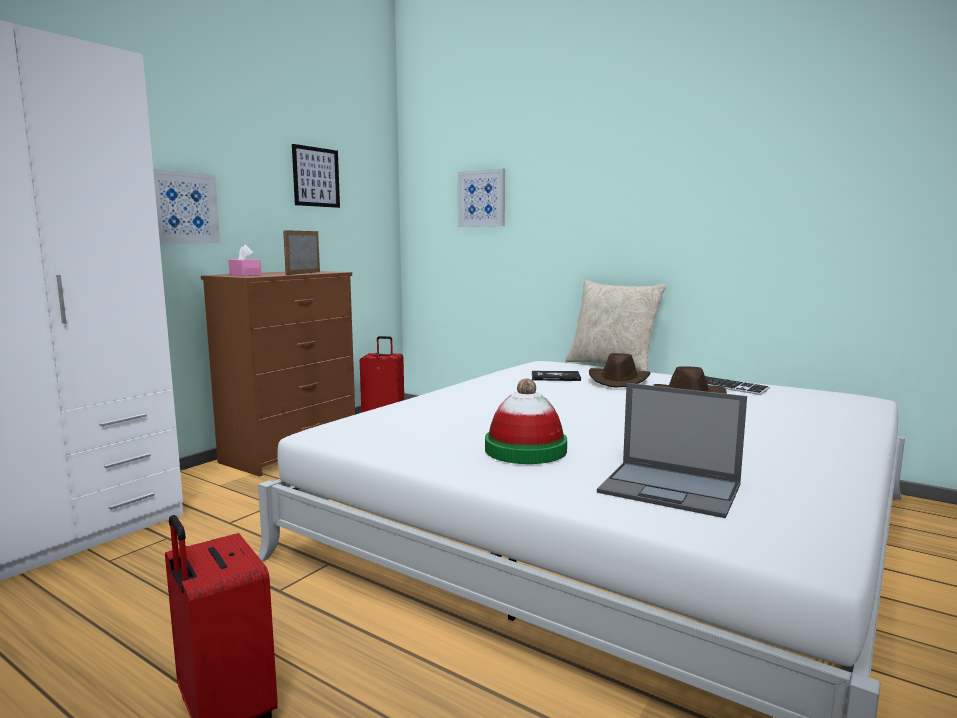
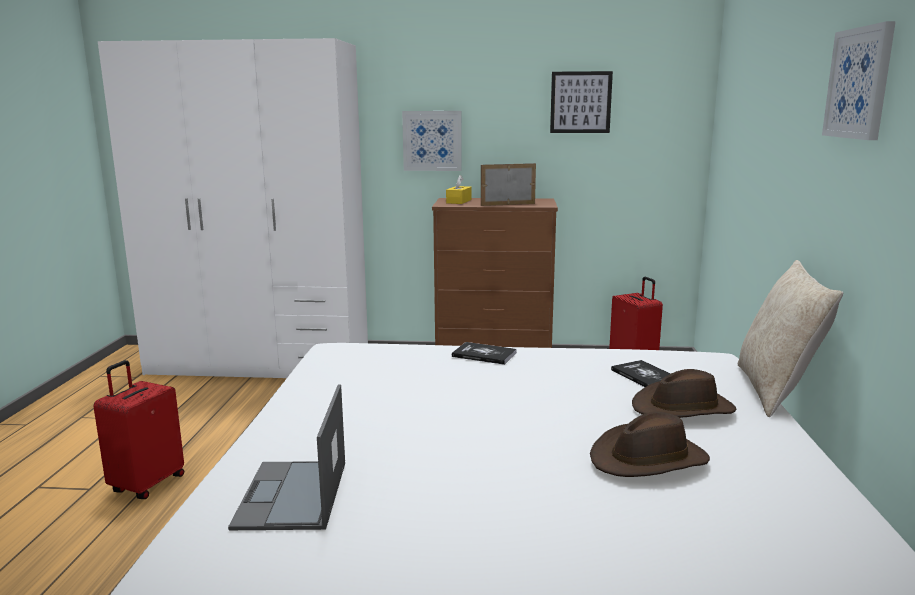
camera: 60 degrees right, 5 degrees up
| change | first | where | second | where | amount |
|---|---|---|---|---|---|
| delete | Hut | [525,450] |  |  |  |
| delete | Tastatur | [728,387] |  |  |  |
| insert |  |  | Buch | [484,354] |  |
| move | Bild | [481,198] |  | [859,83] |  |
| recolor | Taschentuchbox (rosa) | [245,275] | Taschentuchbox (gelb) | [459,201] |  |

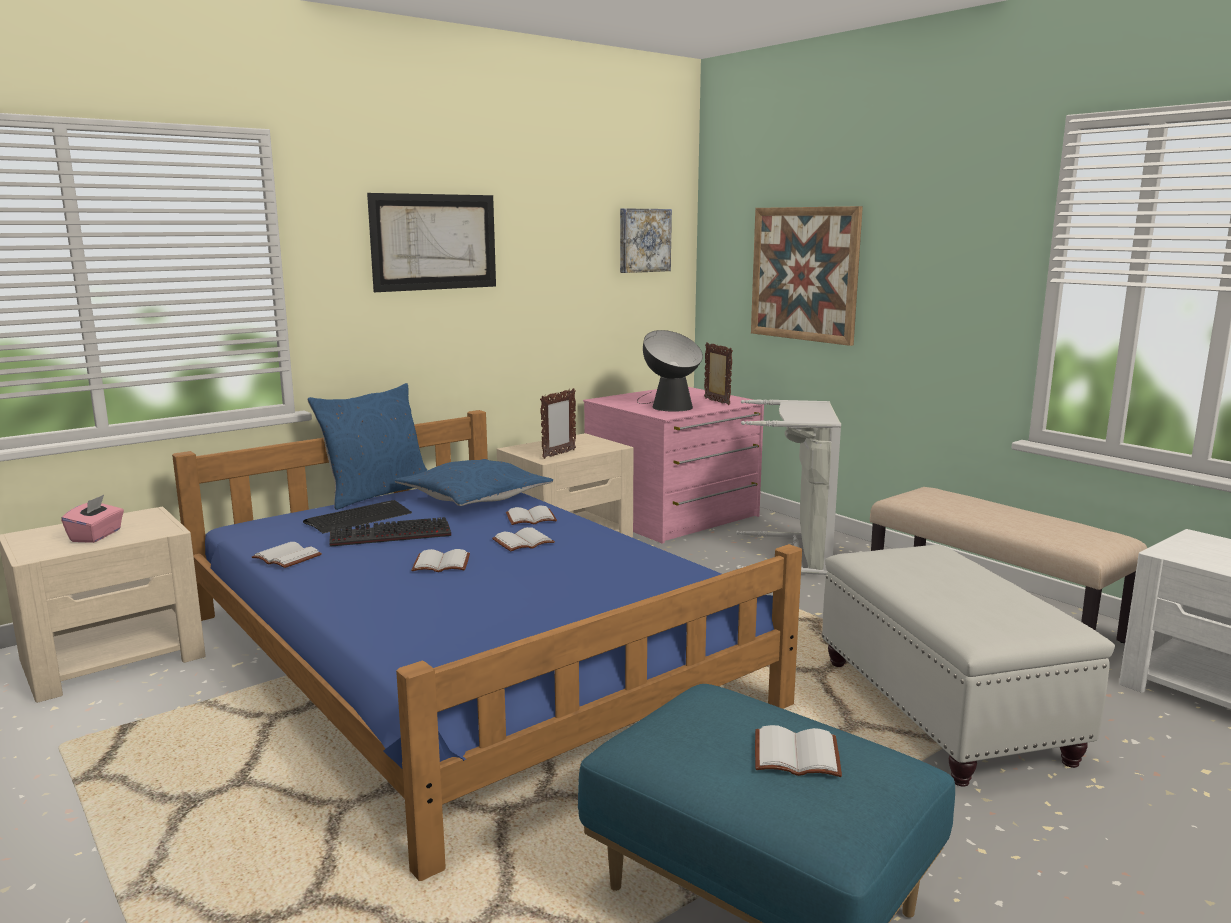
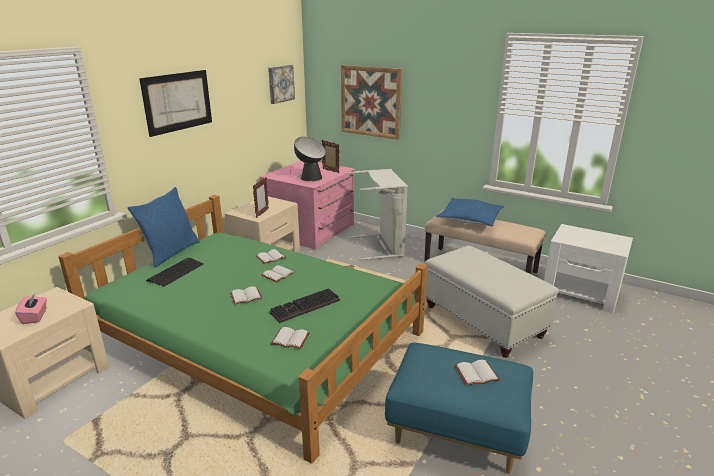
camera: 20 degrees left, 10 degrees up
| change | first | where | second | where | amount |
|---|---|---|---|---|---|
| move | Buch (weiß) | [285,558] |  | [289,340] |  |
| move | Tastatur | [388,536] |  | [305,308] |  |
| move | Kissen (blau) | [474,497] |  | [470,219] |  |
| recolor | Bett (blau) | [466,657] | Bett (grün) | [257,337] |  |

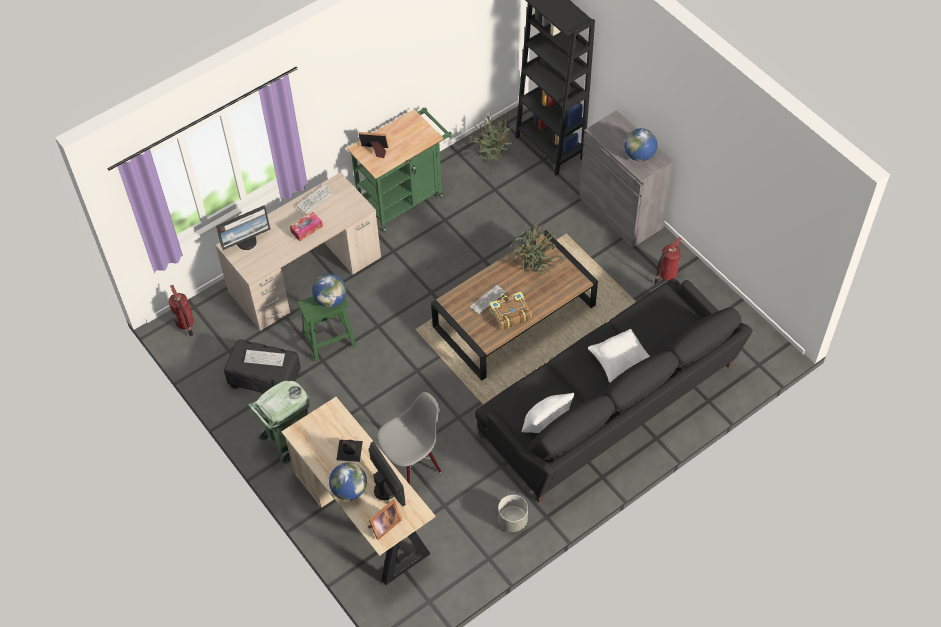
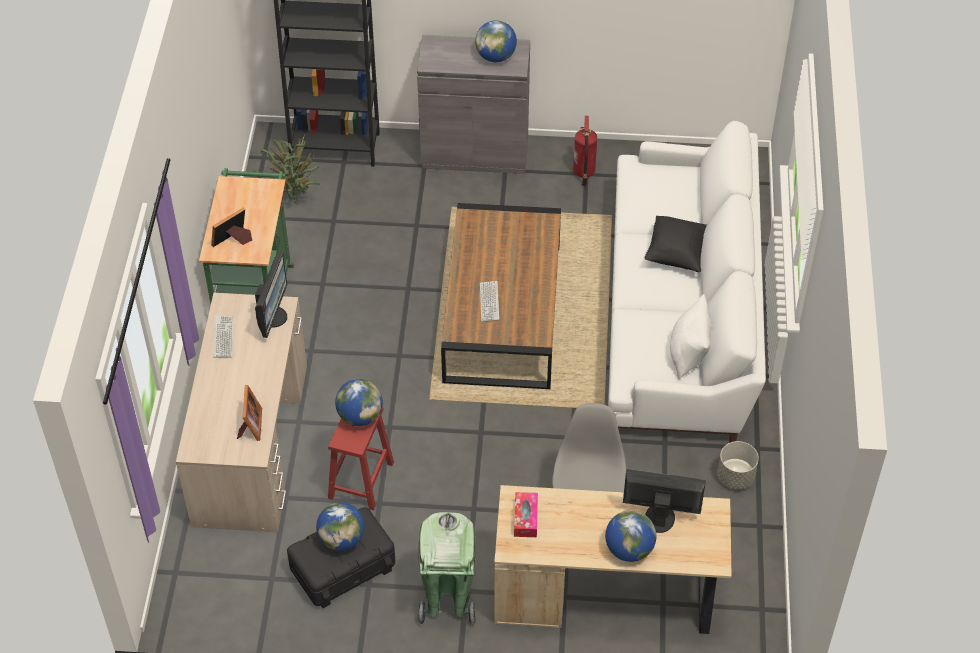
camera: 50 degrees left, 5 degrees down
| change | first | where | second | where | amount |
|---|---|---|---|---|---|
| delete | Feuerlöscher | [185,324] |  |  |  |
| delete | Flasche (schwarz) | [349,450] |  |  |  |
| delete | Buch | [510,314] |  |  |  |
| delete | Topfpflanze | [534,271] |  |  |  |
| move | Monitor | [247,241] |  | [273,316] |  |
| move | Taschentuchbox | [306,229] |  | [525,518] |  |
| move | Bilderrahmen | [383,525] |  | [250,426] |  |
| replace | Tastatur | [264,358] | Globus | [341,539] |  |
| recolor | Hocker (grün) | [328,341] | Hocker (rot) | [361,481] |  |
| recolor | Sofa (schwarz) | [610,403] | Sofa (weiß) | [680,312] |  |
| recolor | Kissen (weiß) | [619,362] | Kissen (schwarz) | [676,254] |  |

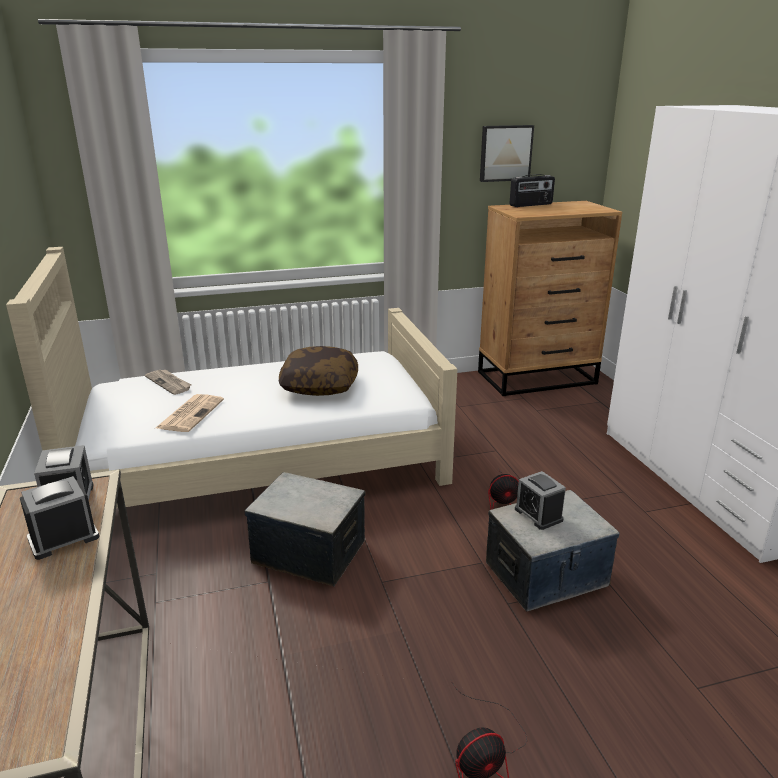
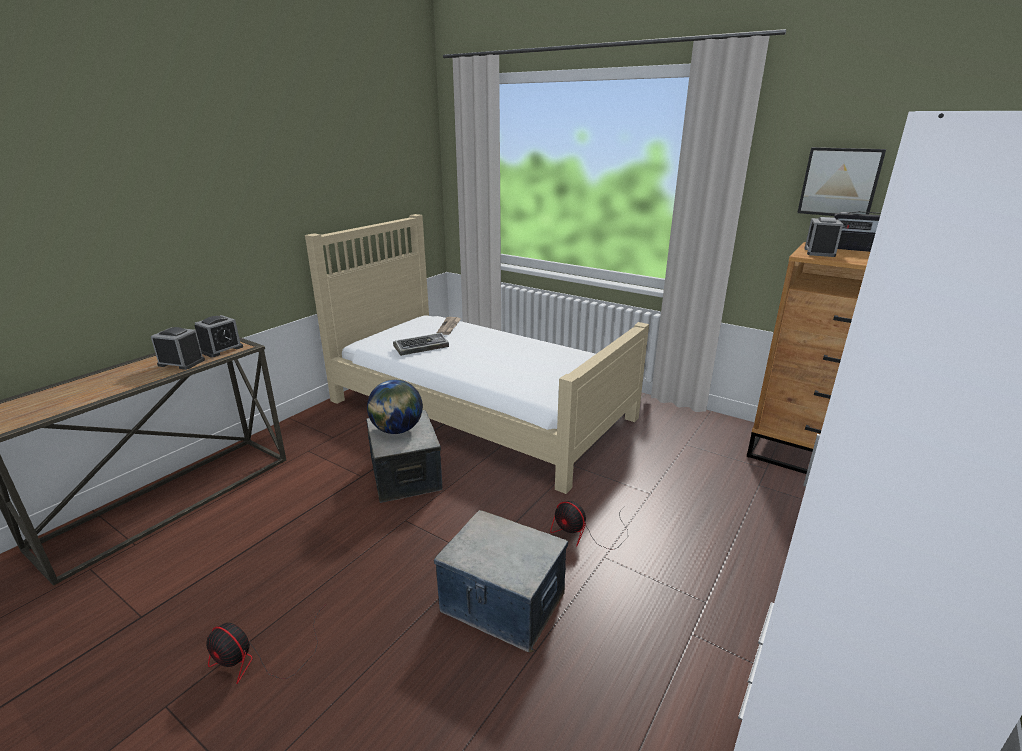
camera: 50 degrees right, 0 degrees up
| change | first | where | second | where | amount |
|---|---|---|---|---|---|
| delete | Kissen | [319,385] |  |  |  |
| insert |  |  | Globus | [397,430] |  |
| move | Wecker | [538,514] |  | [819,252] |  |
| replace | Zeitung | [190,413] | Tastatur | [422,347] |  |

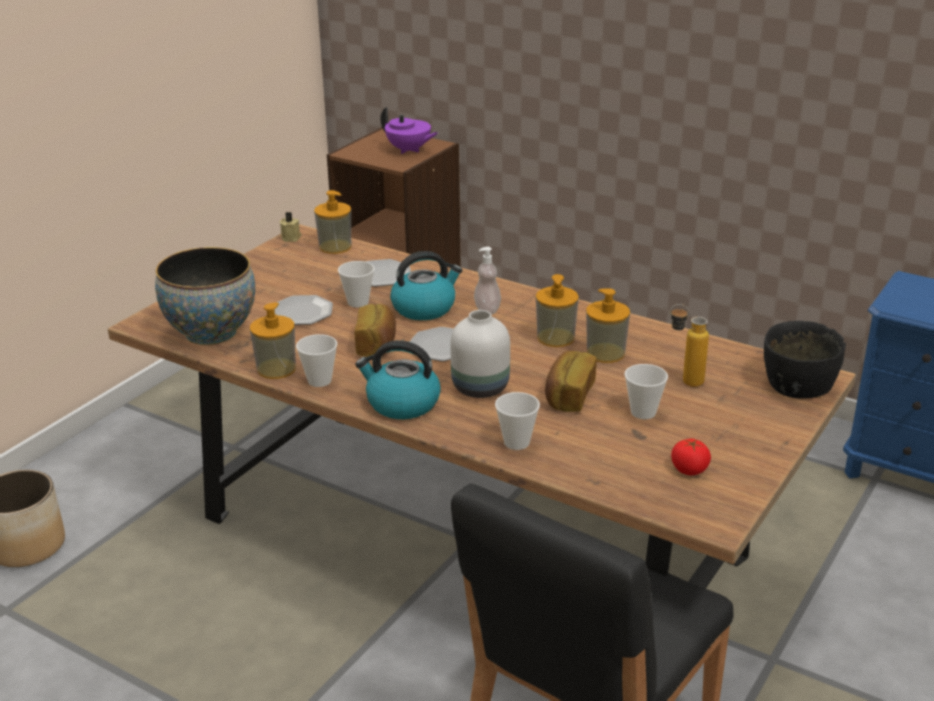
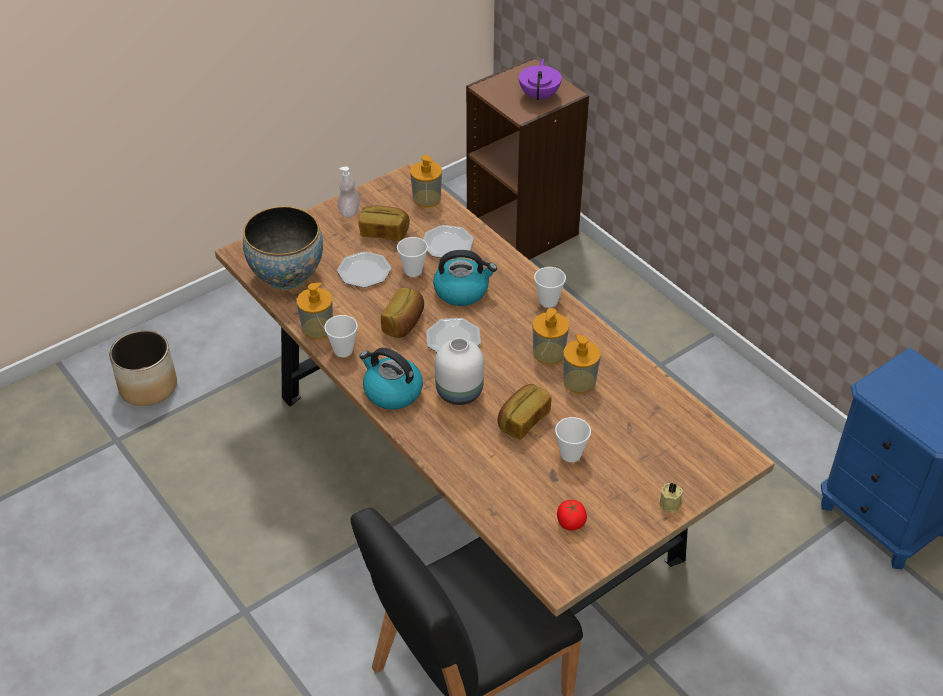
camera: 20 degrees right, 15 degrees up
| change | first | where | second | where | amount |
|---|---|---|---|---|---|
| delete | Flasche | [684,381] |  |  |  |
| delete | Schüssel (schwarz) | [797,384] |  |  |  |
| insert |  |  | Brot | [384,232] |  |
| move | Kerze (beige) | [291,237] |  | [671,504] |  |
| move | Seifenspender | [487,310] |  | [349,211] |  |
| move | Tasse | [516,442] |  | [548,301] |  |
| rotate | Teekanne (lila) | [409,150] |  | [539,96] | 135 degrees counterclockwise |

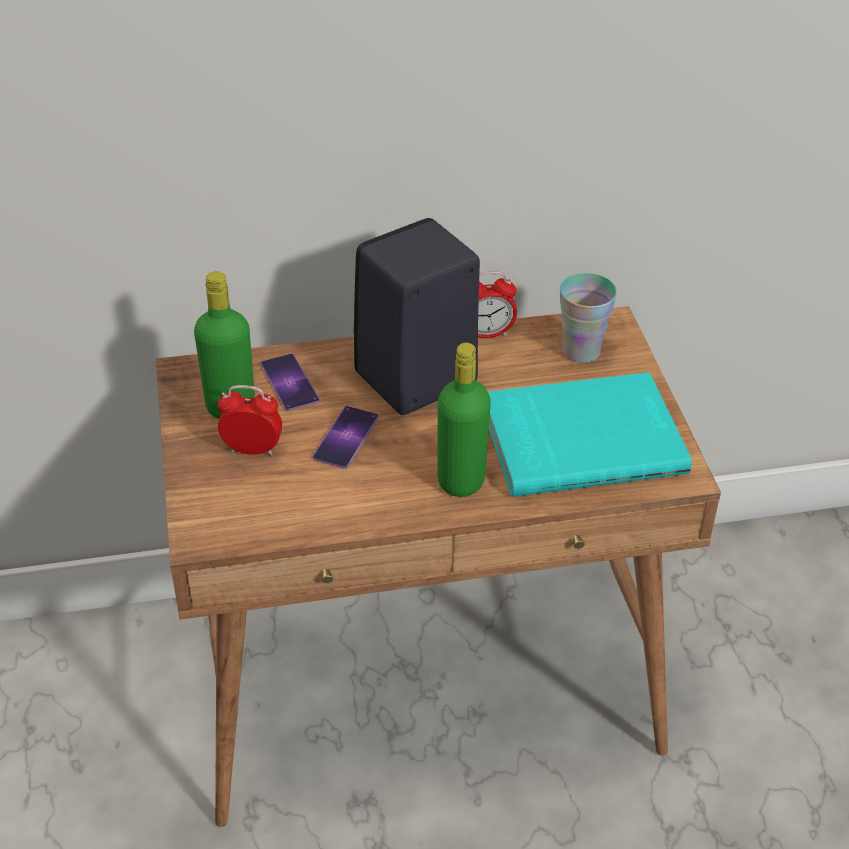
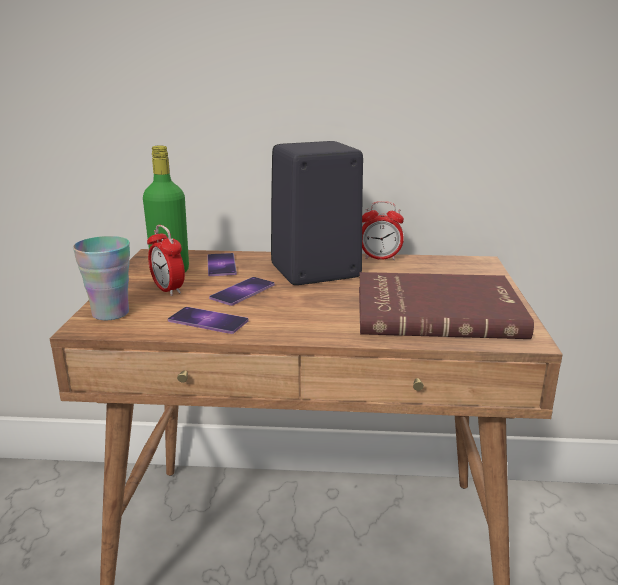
camera: 15 degrees right, 20 degrees down
| change | first | where | second | where | amount |
|---|---|---|---|---|---|
| delete | Flasche (grün) | [461,481] |  |  |  |
| insert |  |  | Handy | [208,320] |  |
| move | Tasse | [581,351] |  | [110,313] |  |
| recolor | Buch (türkis) | [581,438] | Buch (rot) | [436,310] |  |
| rotate | Wecker | [252,449] |  | [168,290] | 150 degrees counterclockwise |

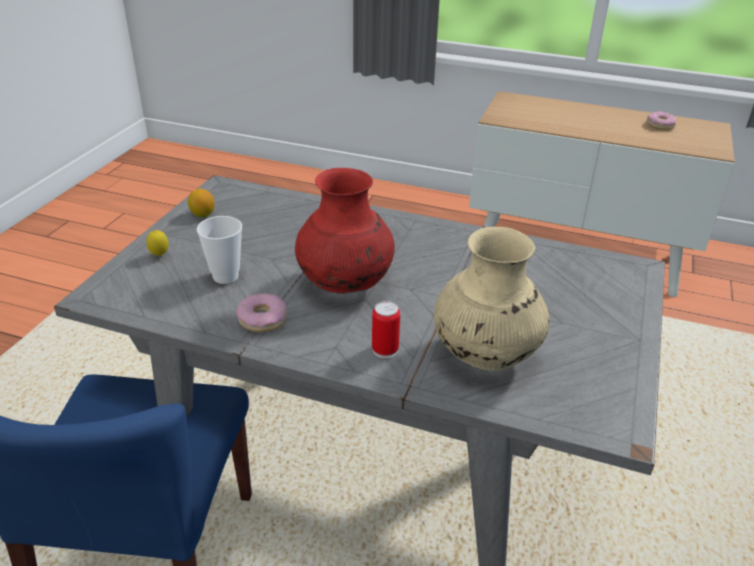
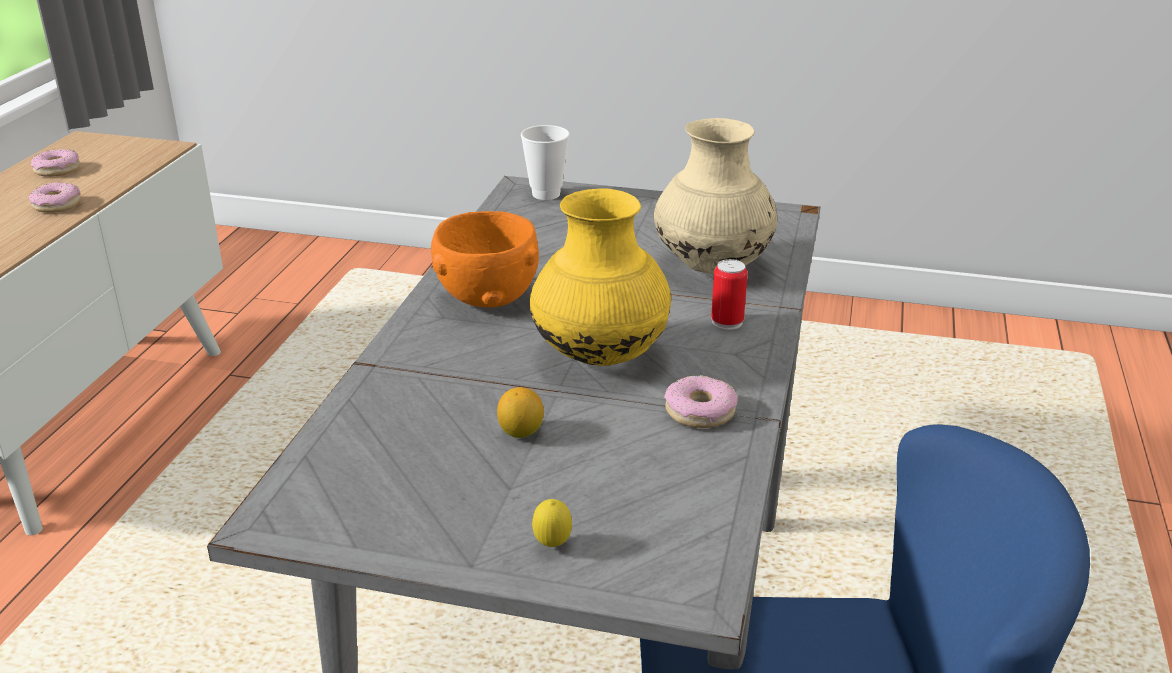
camera: 95 degrees left, 5 degrees down
| change | first | where | second | where | amount |
|---|---|---|---|---|---|
| insert |  |  | Donut | [57,205] |  |
| insert |  |  | Schüssel (orange) | [487,298] |  |
| move | Zitrone | [202,214] |  | [521,432] |  |
| move | Tasse | [225,276] |  | [546,194] |  |
| recolor | Vase (rot) | [345,285] | Vase (gelb) | [600,356] |  |

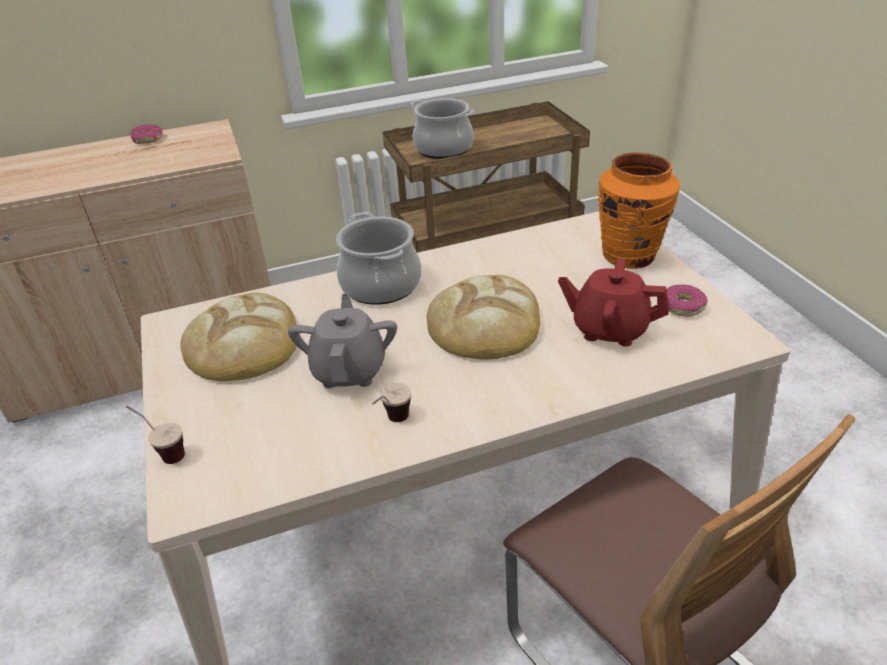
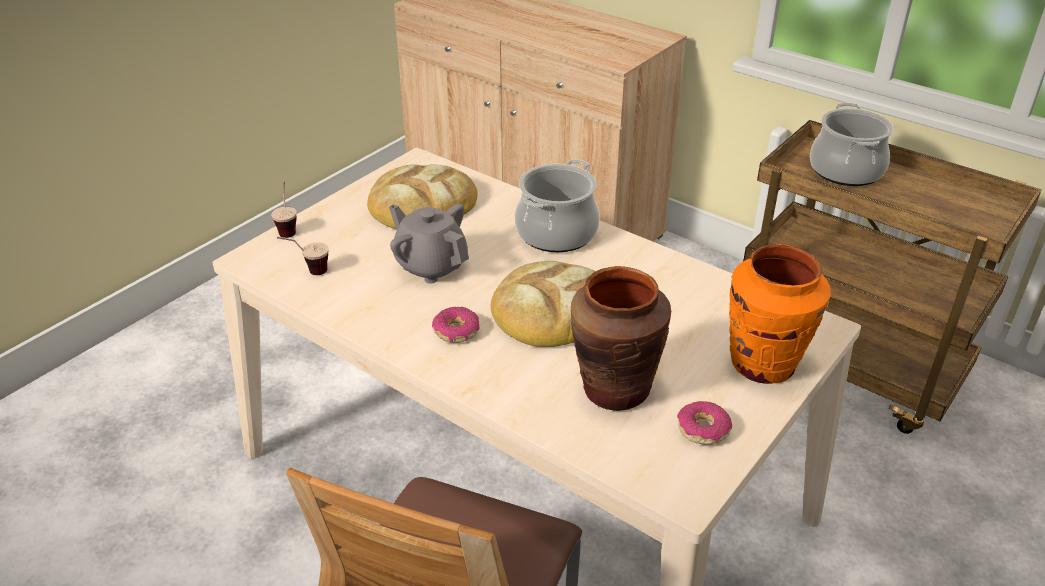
camera: 55 degrees right, 0 degrees up
| change | first | where | second | where | amount |
|---|---|---|---|---|---|
| move | Donut | [148,139] |  | [456,331] |  |
| move | Tasse | [392,424] |  | [307,271] |  |
| replace | Teekanne (rot) | [609,329] | Vase (braun) | [614,389] |  |
| rotate | Teekanne (grau) | [349,370] |  | [431,266] | 105 degrees counterclockwise |

